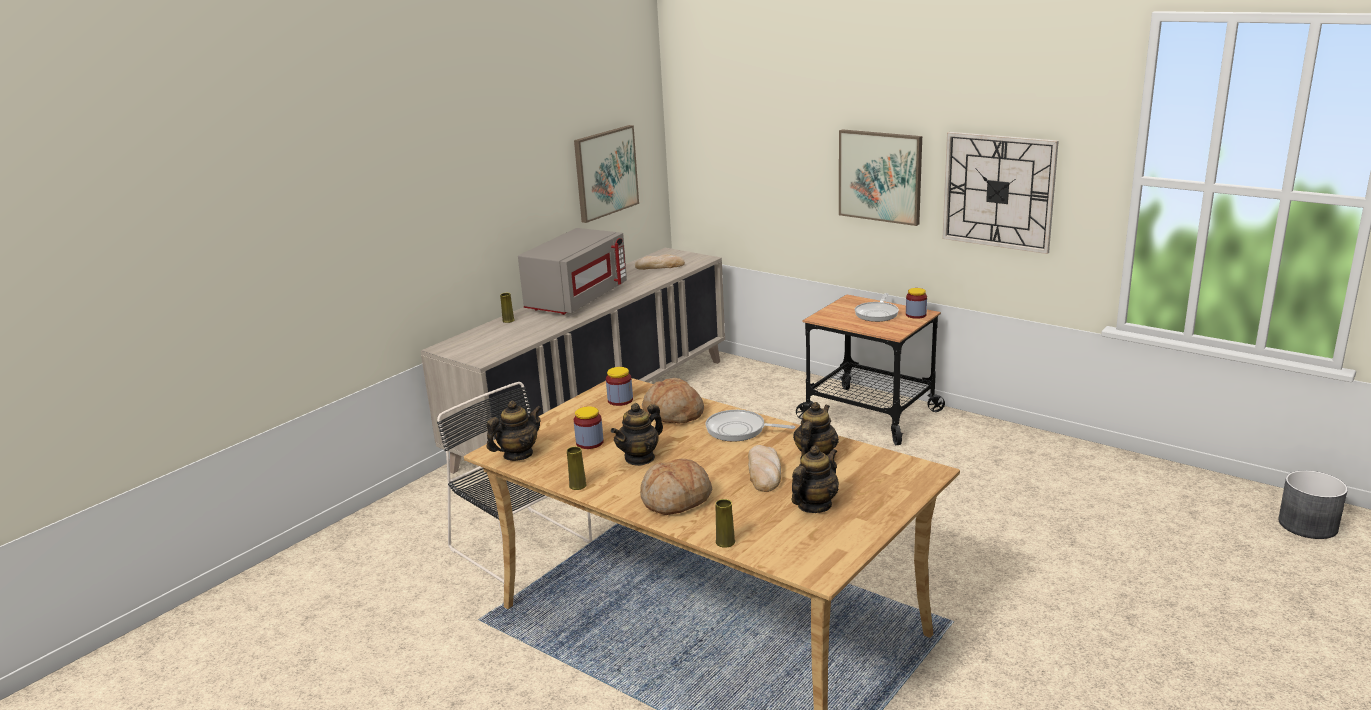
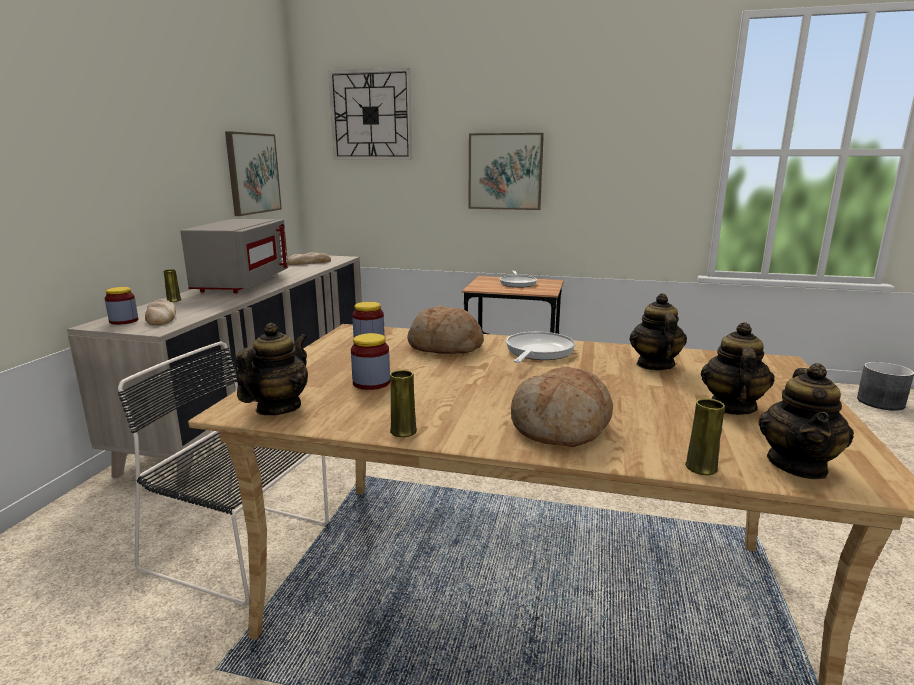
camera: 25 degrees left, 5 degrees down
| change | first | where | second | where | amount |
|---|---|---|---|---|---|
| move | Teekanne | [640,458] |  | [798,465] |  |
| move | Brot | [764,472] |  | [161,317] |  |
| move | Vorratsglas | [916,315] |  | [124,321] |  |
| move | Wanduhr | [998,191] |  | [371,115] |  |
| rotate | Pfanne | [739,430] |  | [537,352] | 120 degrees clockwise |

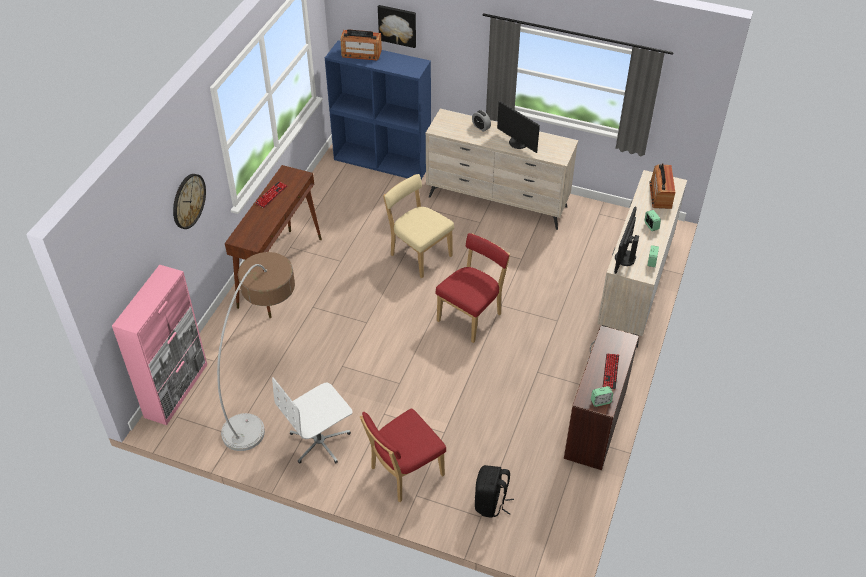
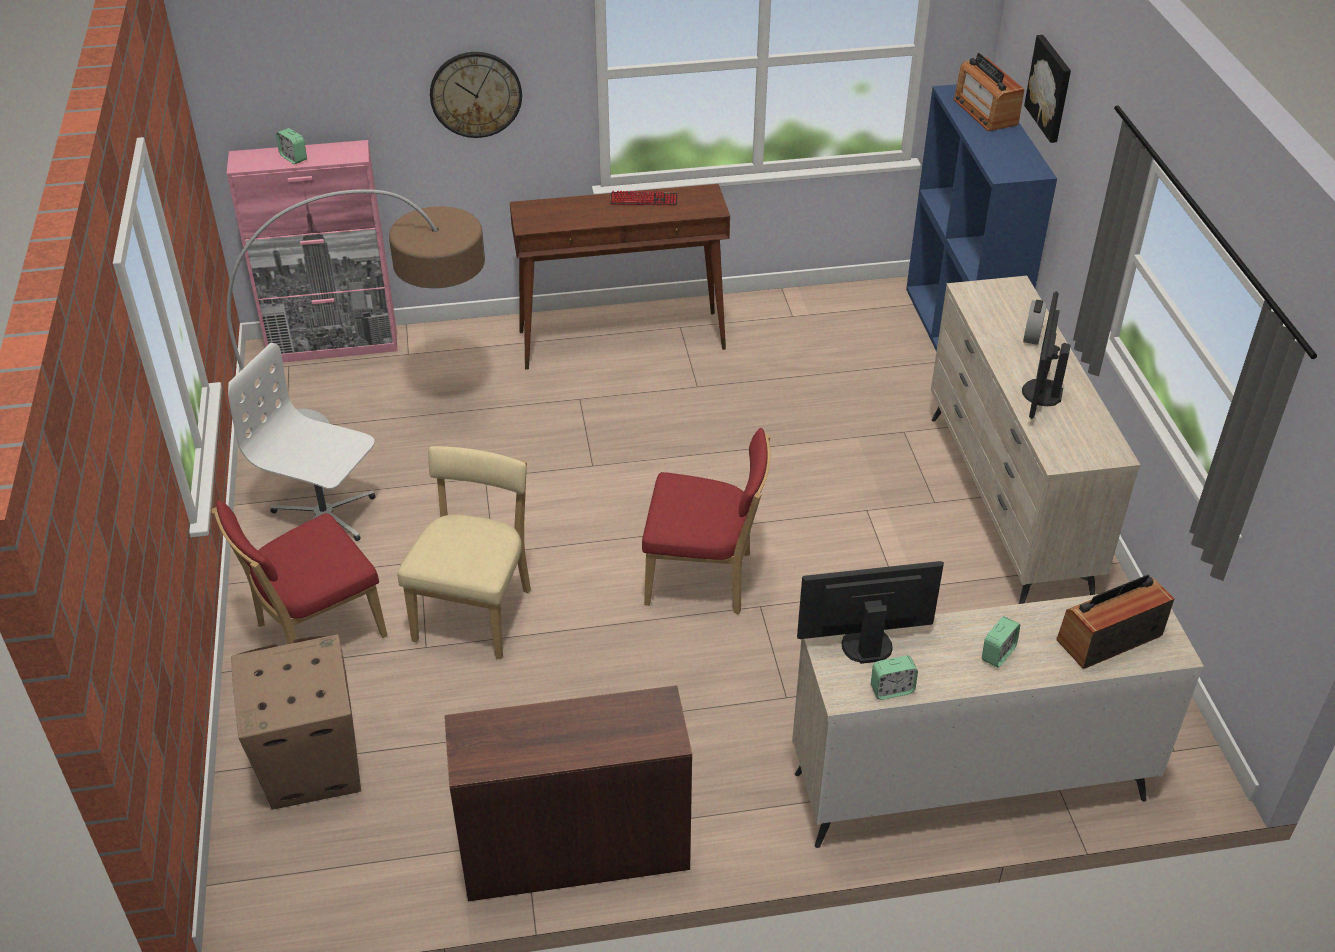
camera: 60 degrees right, 5 degrees down
| change | first | where | second | where | amount |
|---|---|---|---|---|---|
| delete | Tastatur | [610,371] |  |  |  |
| move | Stuhl (beige) | [419,254] |  | [476,611] |  |
| move | Wecker | [600,401] |  | [294,158] |  |
| replace | Rucksack (schwarz) | [491,503] | Karton | [309,766] |  |
| rotate | Stuhl (rot) | [404,473] |  | [315,633] | 60 degrees counterclockwise |

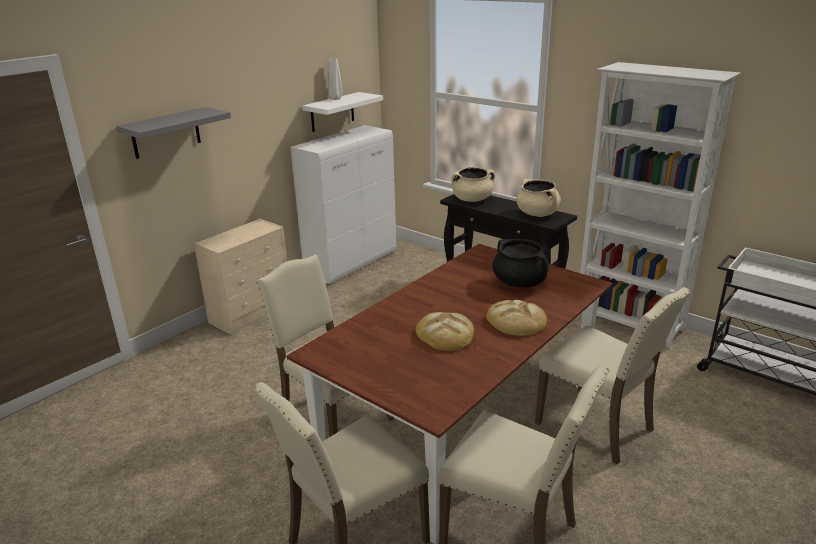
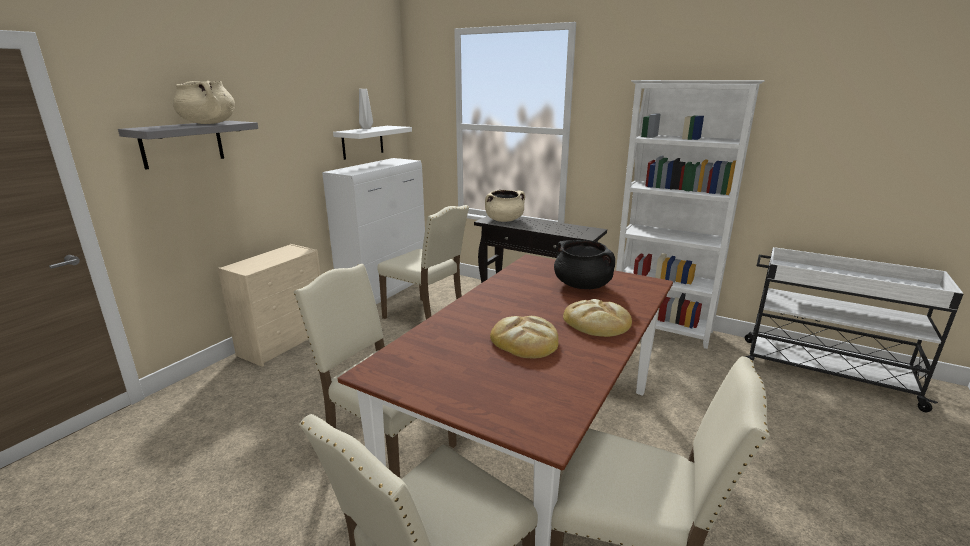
camera: 10 degrees left, 5 degrees down
| change | first | where | second | where | amount |
|---|---|---|---|---|---|
| move | Kochtopf (beige) | [537,214] |  | [208,123] |  |
| move | Stuhl (beige) | [597,426] |  | [426,317] |  |

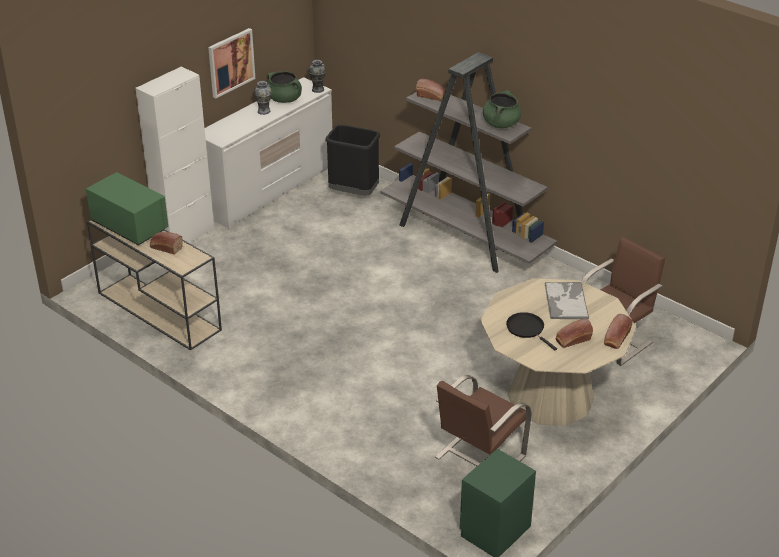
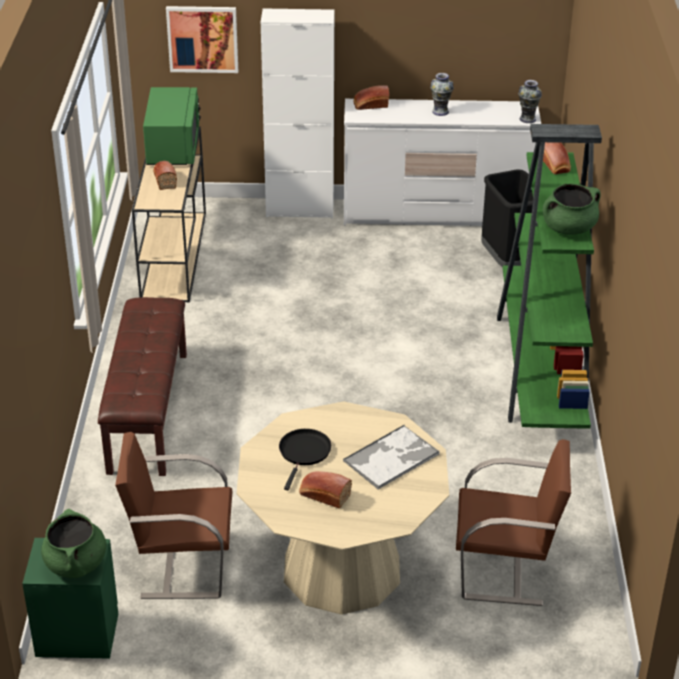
camera: 50 degrees right, 0 degrees up
| change | first | where | second | where | amount |
|---|---|---|---|---|---|
| insert |  |  | Bank (braun) | [147,411] |  |
| move | Bild | [231,62] |  | [202,38] |  |
| move | Kochtopf (grün) | [284,99] |  | [76,564] |  |
| move | Brot | [616,338] |  | [370,105] |  |
| recolor | Bücherregal (grau) | [466,237] | Bücherregal (grün) | [541,370] |  |

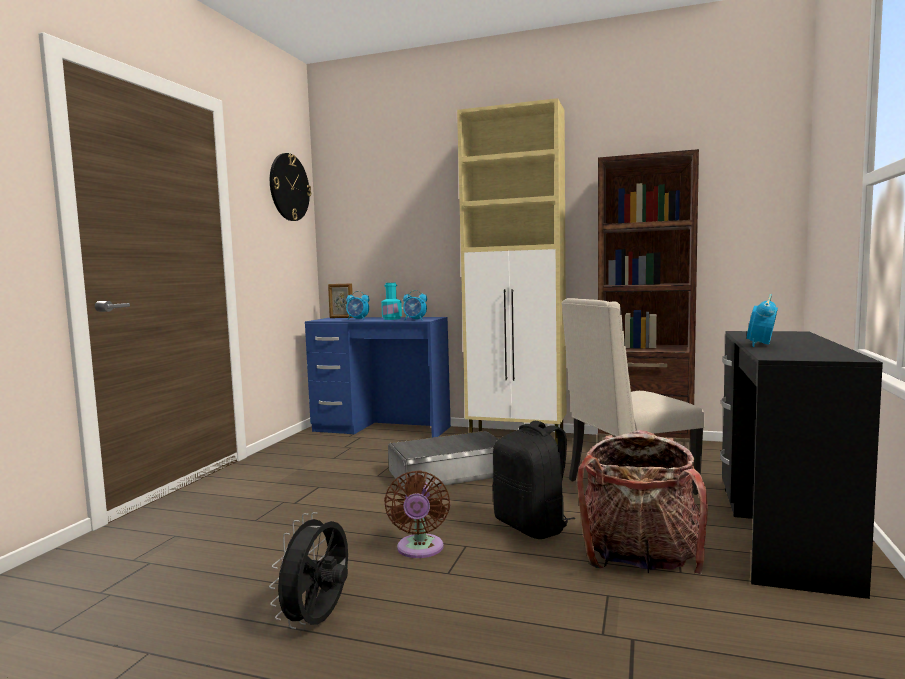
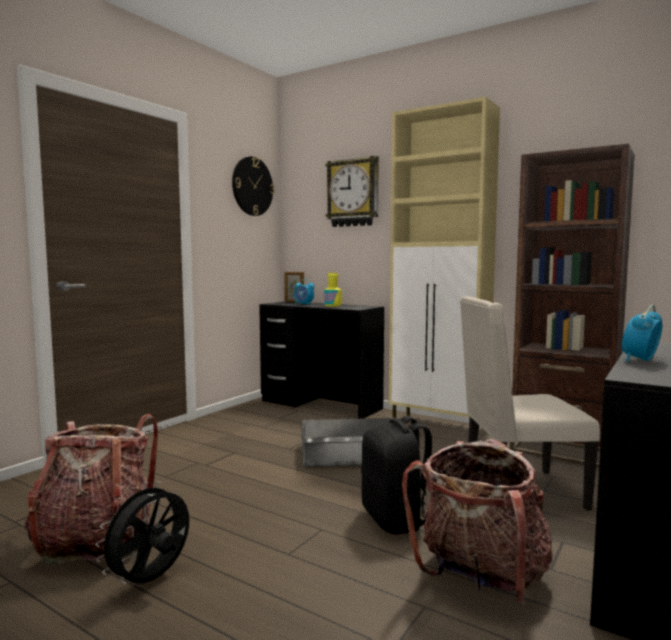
camera: 15 degrees right, 0 degrees up
| change | first | where | second | where | amount |
|---|---|---|---|---|---|
| delete | Ventilator (braun) | [419,550] |  |  |  |
| delete | Wecker | [415,320] |  |  |  |
| insert |  |  | Rucksack | [95,541] |  |
| insert |  |  | Wanduhr | [353,193] |  |
| recolor | Schreibtisch (blau) | [381,429] | Schreibtisch (schwarz) | [321,404] |  |
| recolor | Flasche (türkis) | [392,319] | Flasche (gelb) | [332,305] |  |

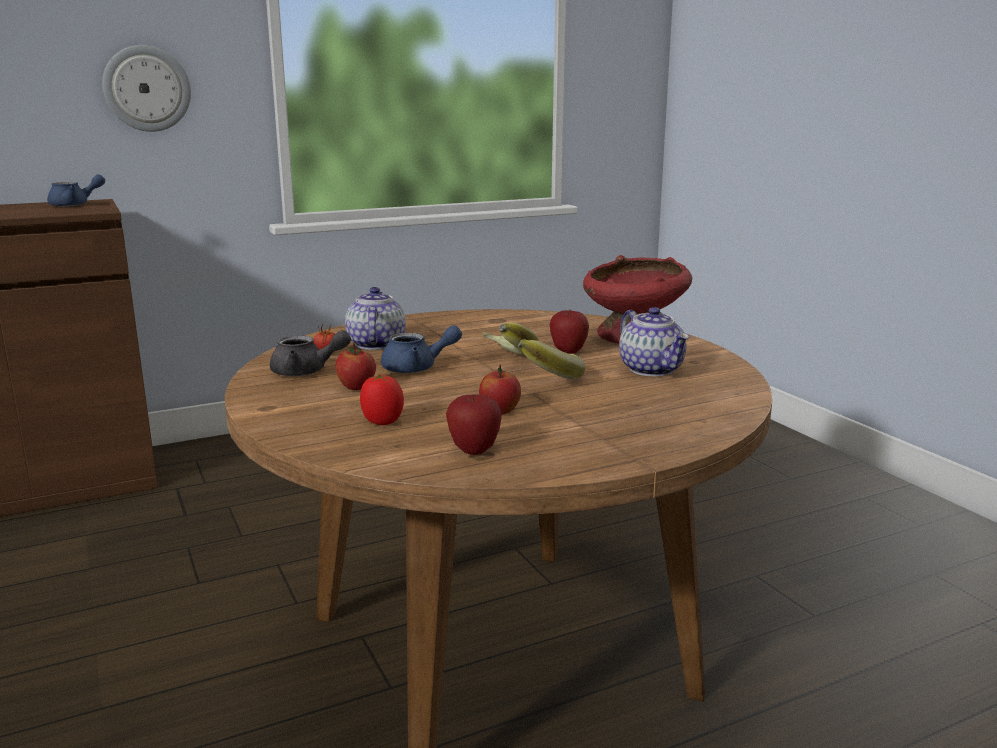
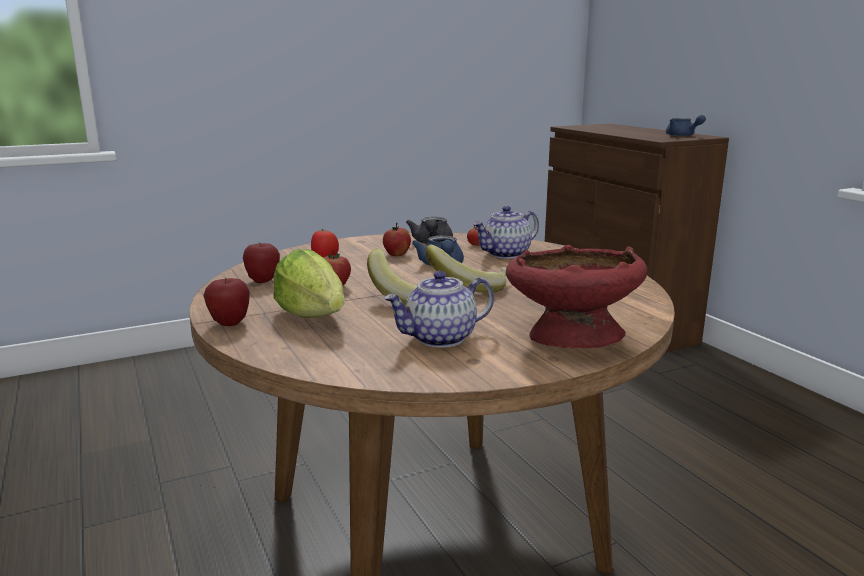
camera: 90 degrees right, 0 degrees up
| change | first | where | second | where | amount |
|---|---|---|---|---|---|
| delete | Wanduhr | [147,88] |  |  |  |
| insert |  |  | Salatkopf | [312,315] |  |
| move | Apfel | [568,352] |  | [229,323] |  |
| rotate | Teekanne | [375,344] |  | [505,254] | 150 degrees clockwise |

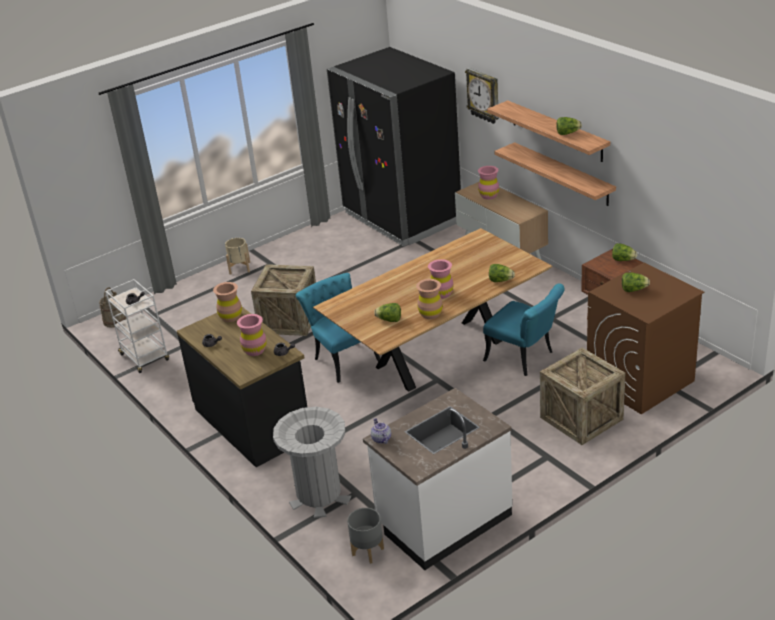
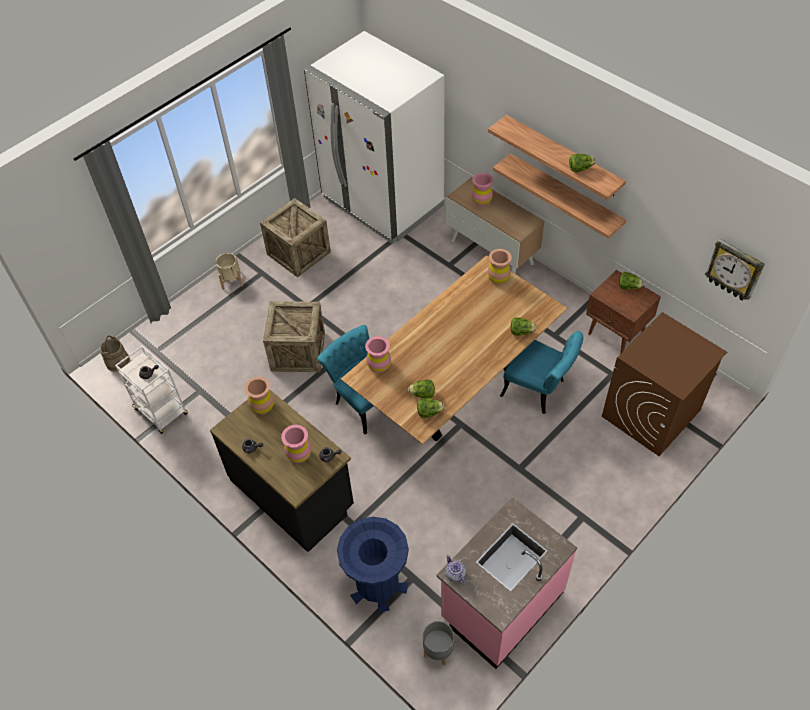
camera: 10 degrees left, 20 degrees up
| change | first | where | second | where | amount |
|---|---|---|---|---|---|
| move | Vase (braun) | [430,314] |  | [498,278] |  |
| move | Vase (rosa) | [441,294] |  | [379,366] |  |
| move | Wanduhr | [484,95] |  | [734,270] |  |
| move | Kiste | [581,418] |  | [298,253] |  |
| move | Salatkopf | [633,290] |  | [429,412] |  |
| recolor | Mülleimer (grau) | [319,495] | Mülleimer (blau) | [377,584] |  |
| recolor | Kühlschrank (schwarz) | [401,217] | Kühlschrank (weiß) | [382,202] |  |
| recolor | Küchenzeile (weiß) | [443,520] | Küchenzeile (rosa) | [501,605] |  |

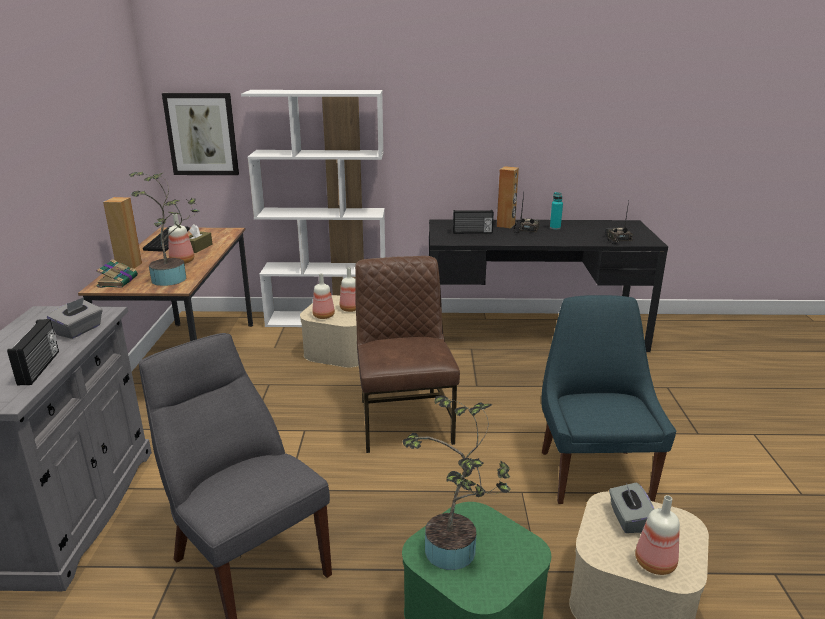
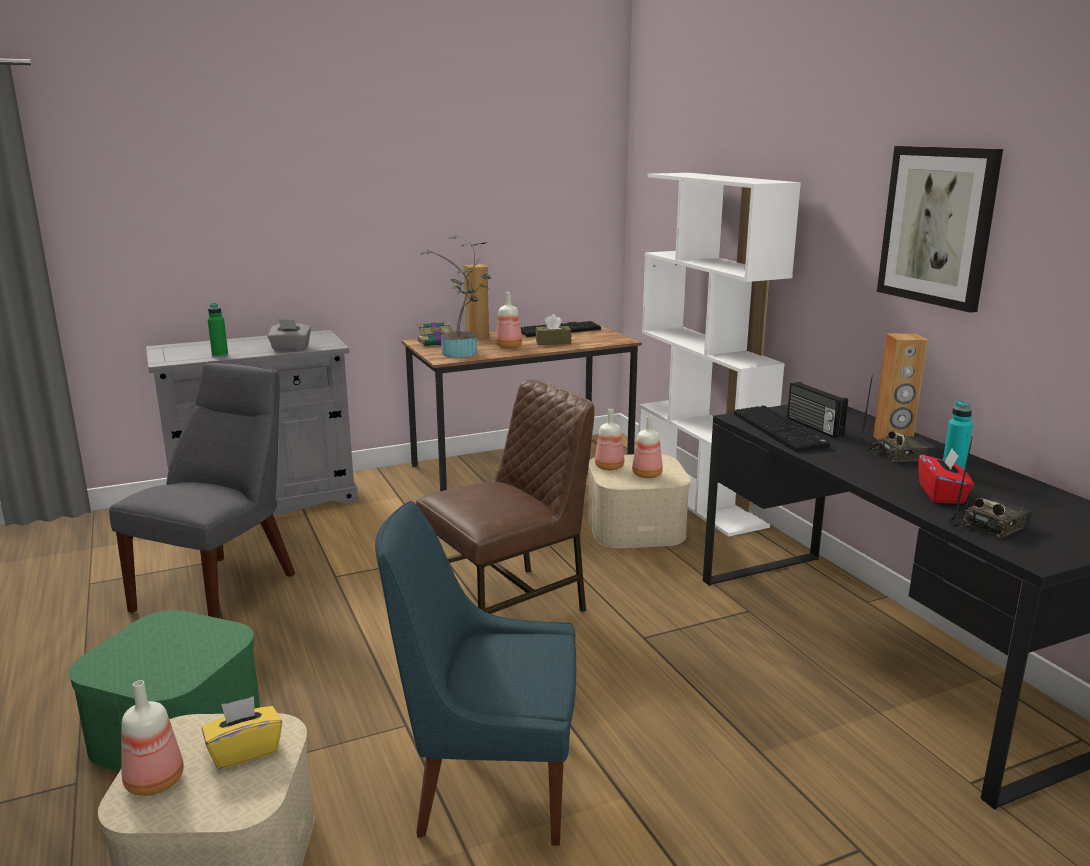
camera: 65 degrees right, 5 degrees down
| change | first | where | second | where | amount |
|---|---|---|---|---|---|
| delete | Topfpflanze | [456,552] |  |  |  |
| insert |  |  | Tastatur | [781,430] |  |
| insert |  |  | Taschentuchbox (rot) | [942,494] |  |
| move | Bild | [202,134] |  | [938,226] |  |
| replace | Radio | [40,367] | Flasche (grün) | [220,355] |  |
| recolor | Taschentuchbox (grau) | [628,519] | Taschentuchbox (gelb) | [244,751] |  |
| rotate | Stuhl (blau) | [593,473] |  | [488,785] | 150 degrees counterclockwise |

